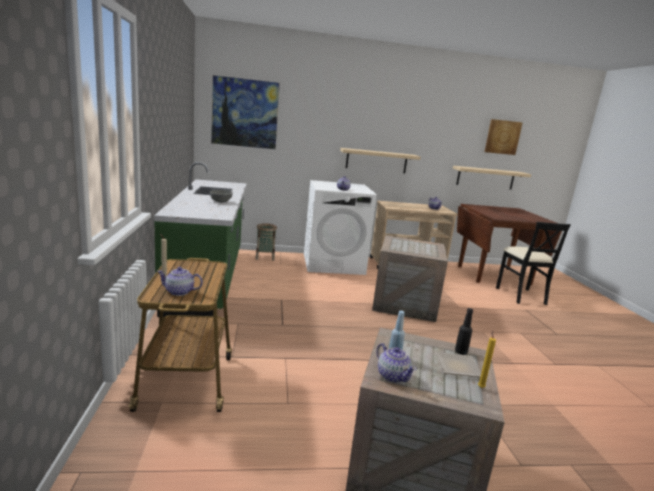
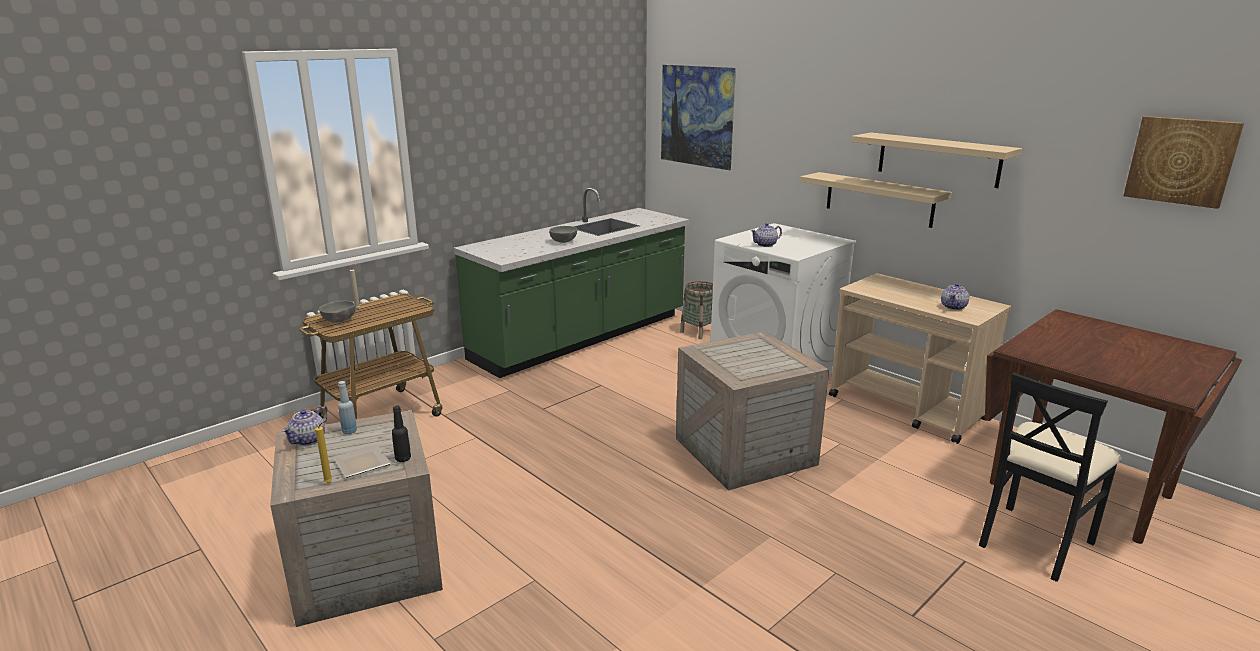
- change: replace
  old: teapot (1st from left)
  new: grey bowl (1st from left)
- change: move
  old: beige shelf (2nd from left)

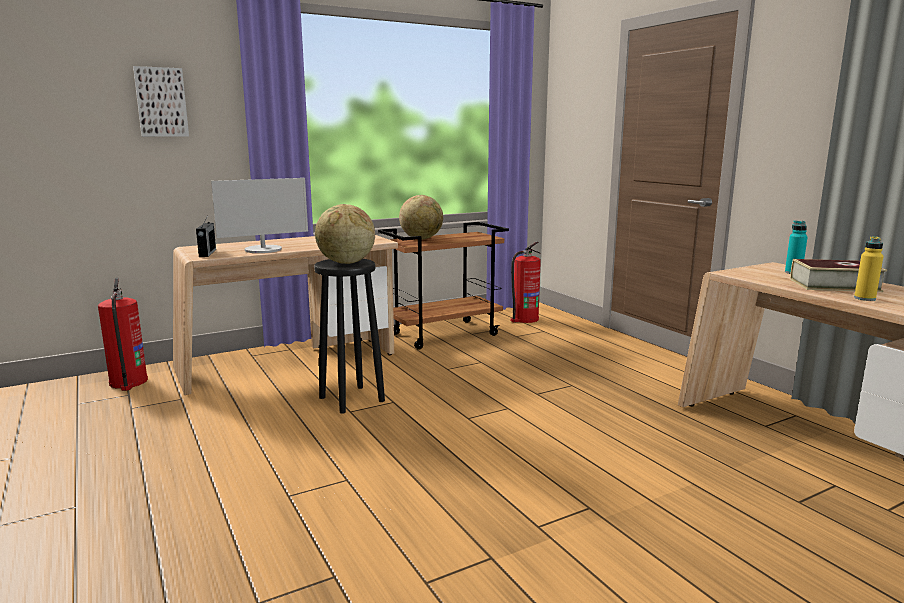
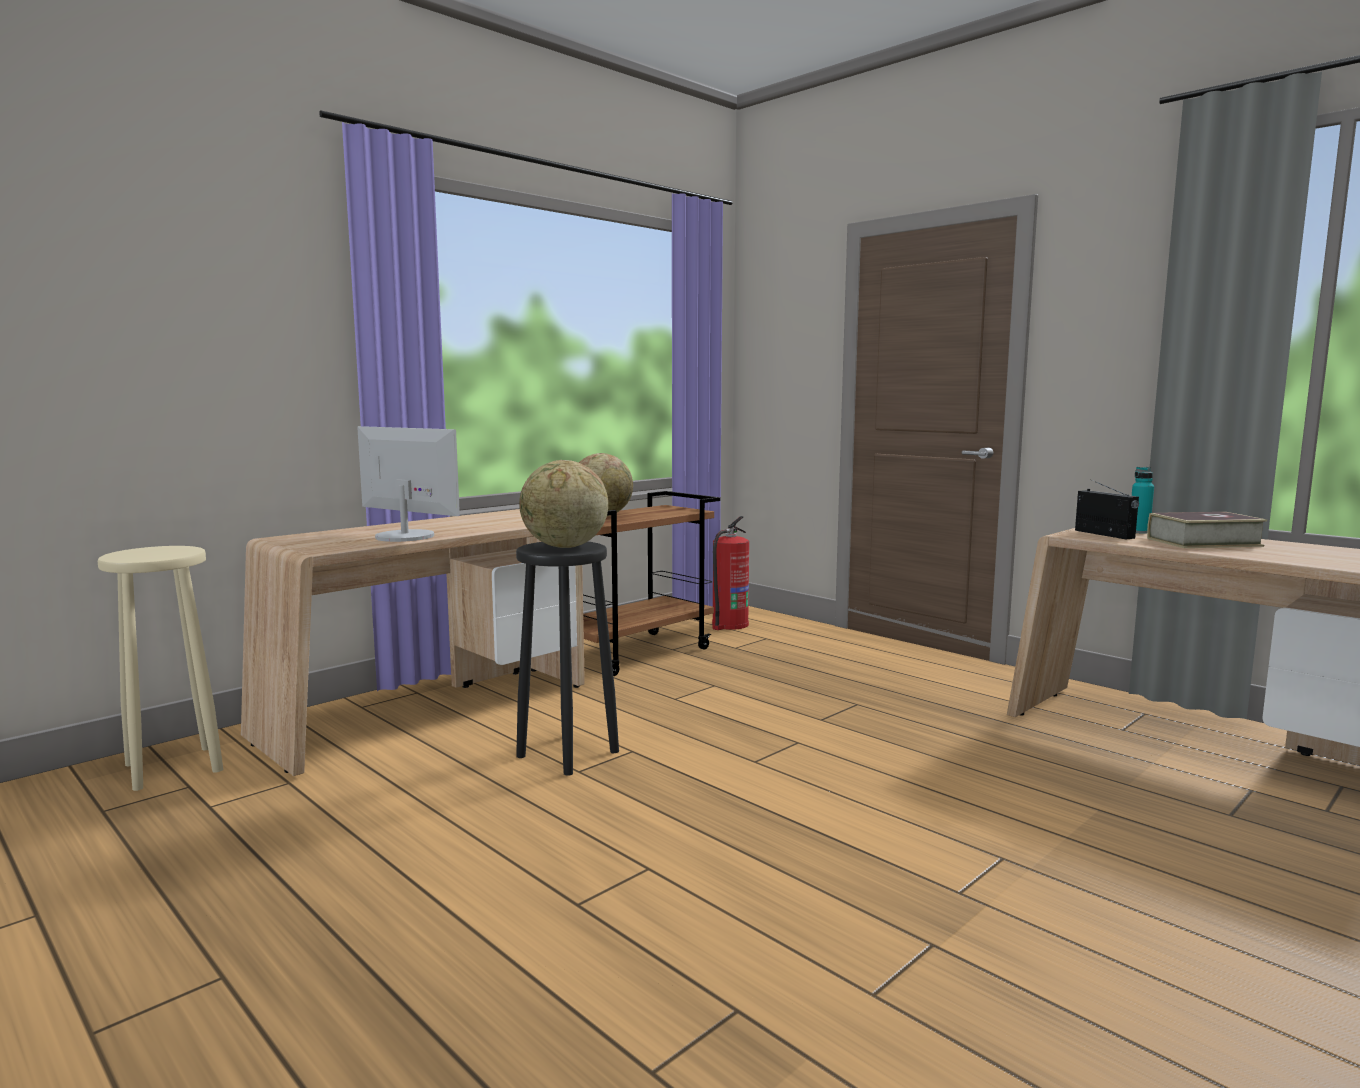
- change: replace
  old: fire extinguisher (1st from left)
  new: beige stool
- change: rotate
  old: monitor
  degrees: -105
- change: move
  old: radio
- change: delete
  old: picture
- change: delete
  old: yellow bottle

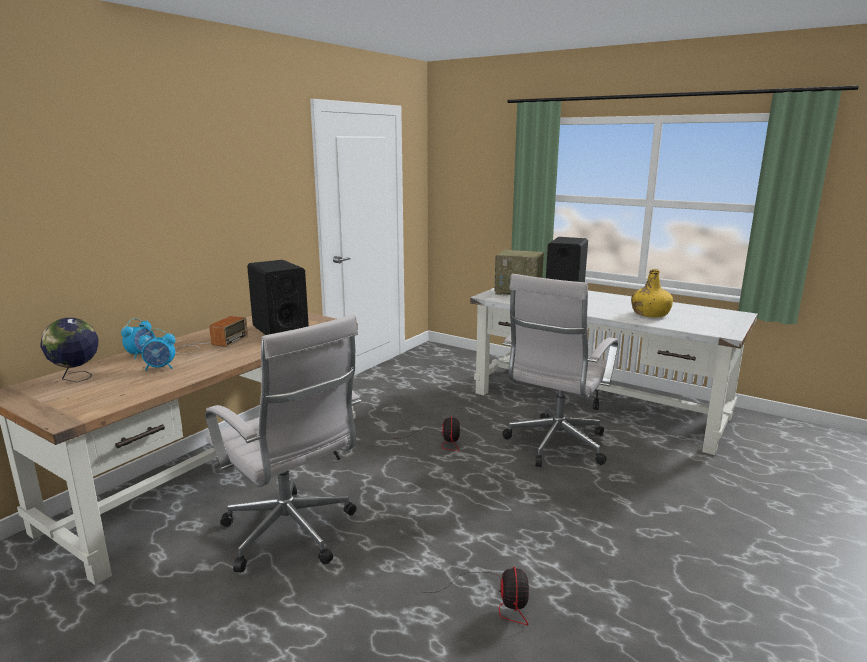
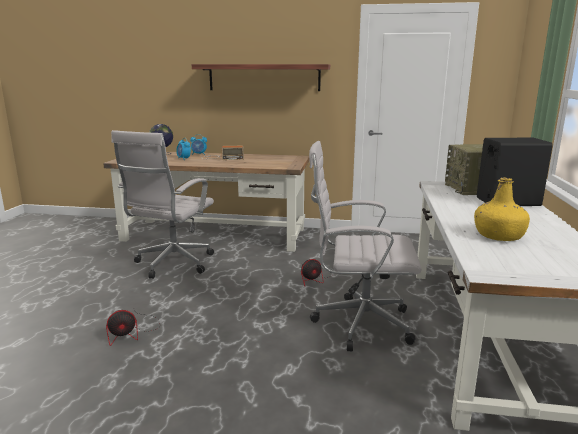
- change: insert
  new: shelf
- change: delete
  old: black speaker (1st from left)

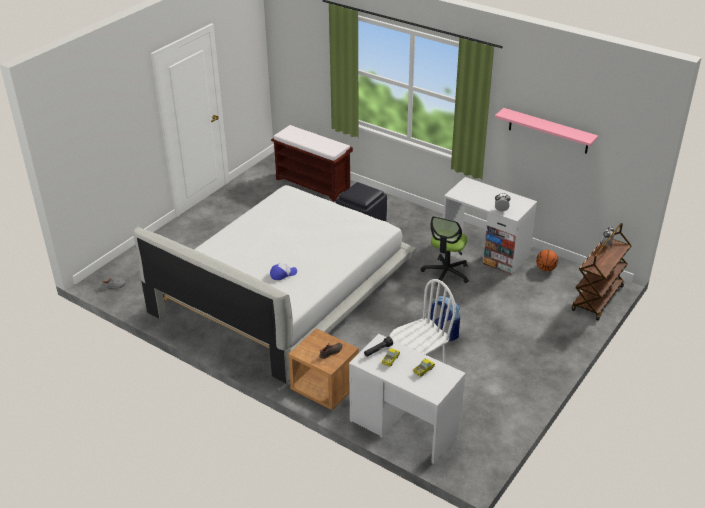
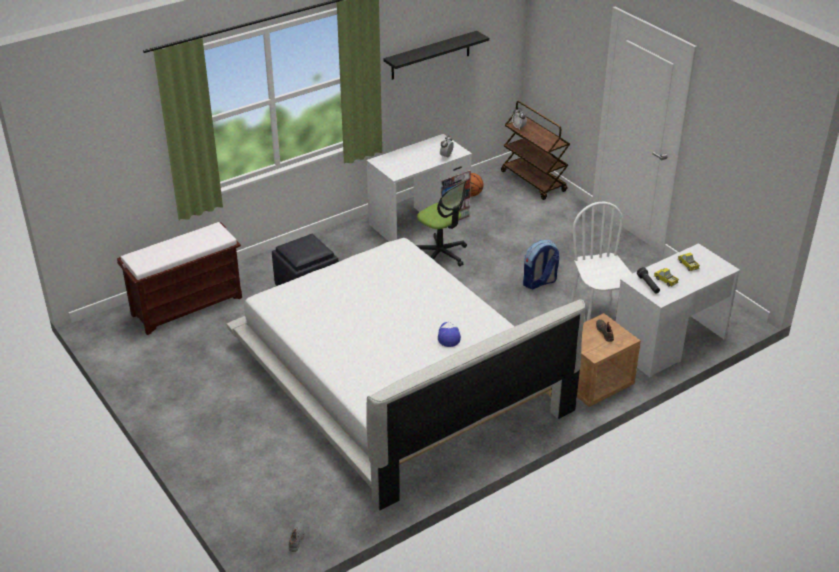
- change: recolor
  old: pink shelf
  new: black shelf

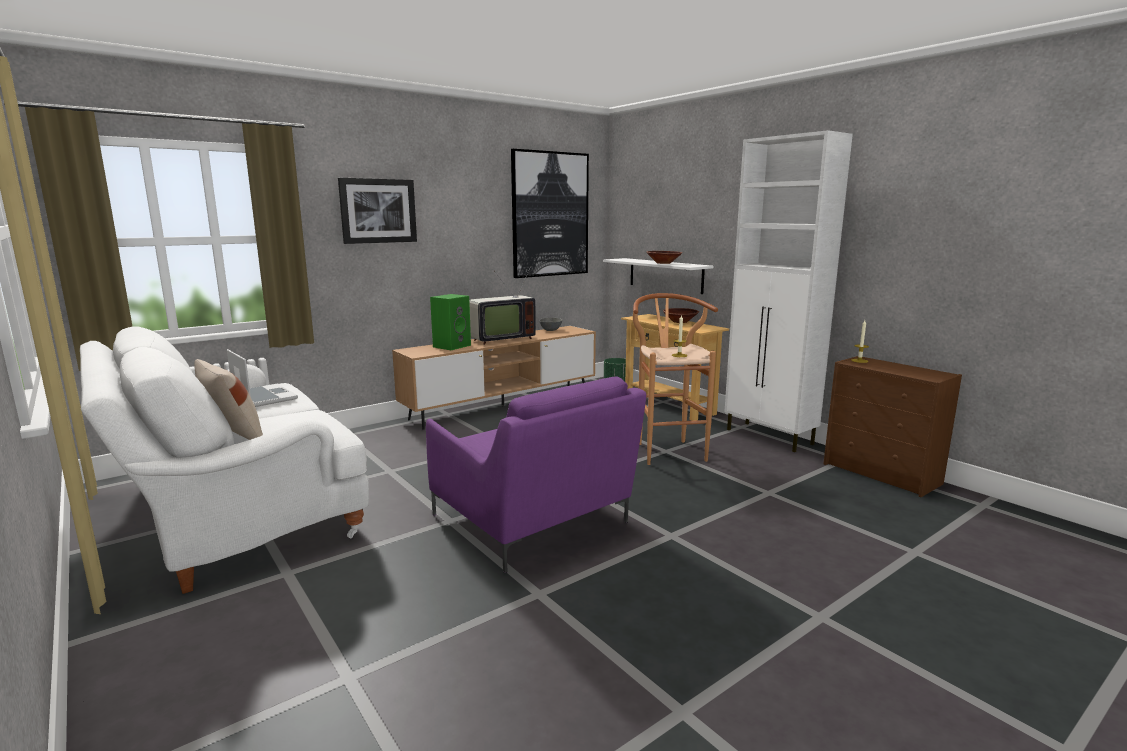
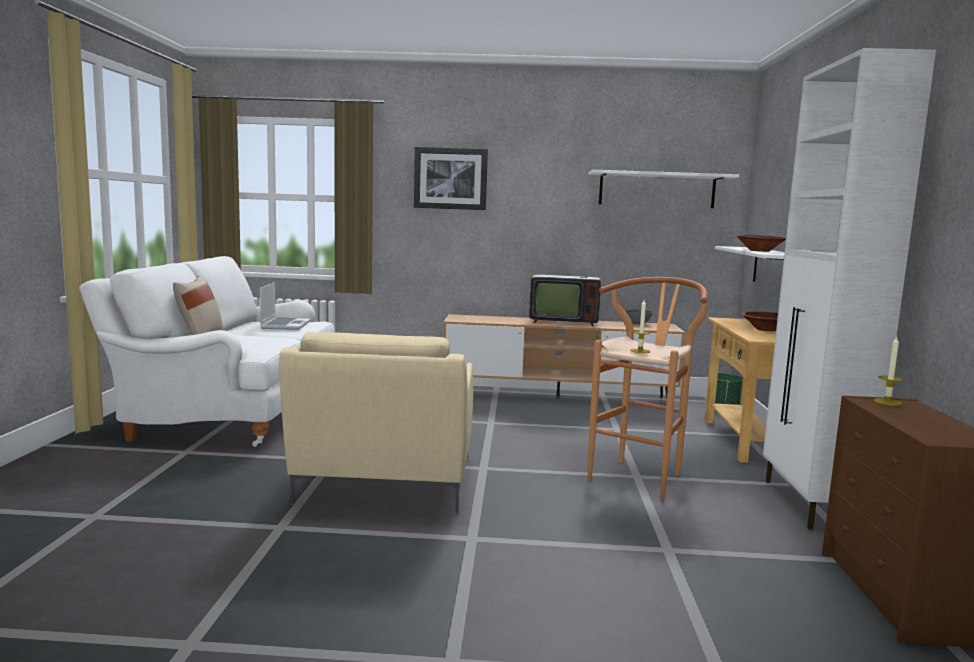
- change: recolor
  old: purple armchair
  new: beige armchair
- change: replace
  old: picture (2nd from left)
  new: white shelf (1st from left)
- change: delete
  old: green speaker

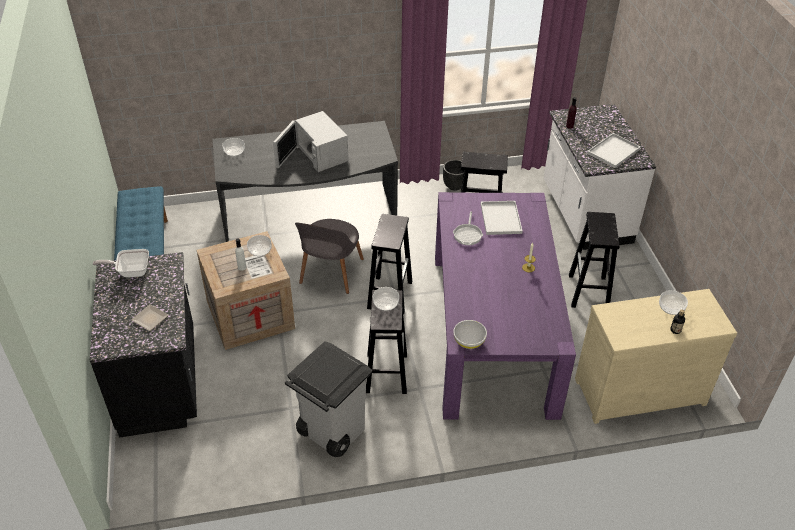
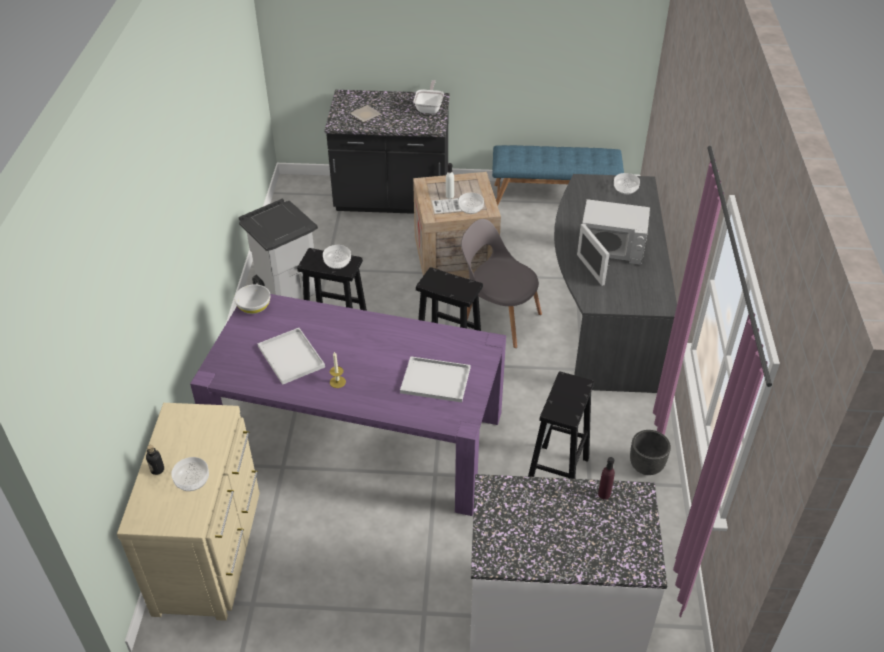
- change: move
  old: white tray (2nd from left in the first image)
  new: white tray (1st from left)
- change: rotate
  old: white microwave
  degrees: -150
- change: delete
  old: frying pan (2nd from left)
- change: delete
  old: black stool (4th from left)

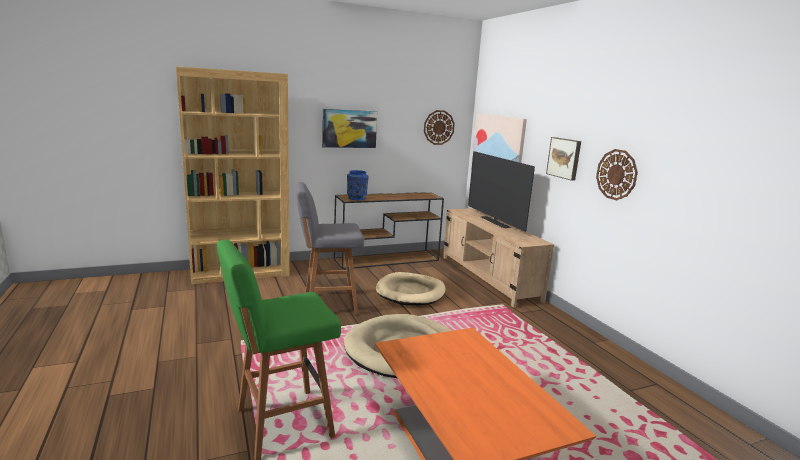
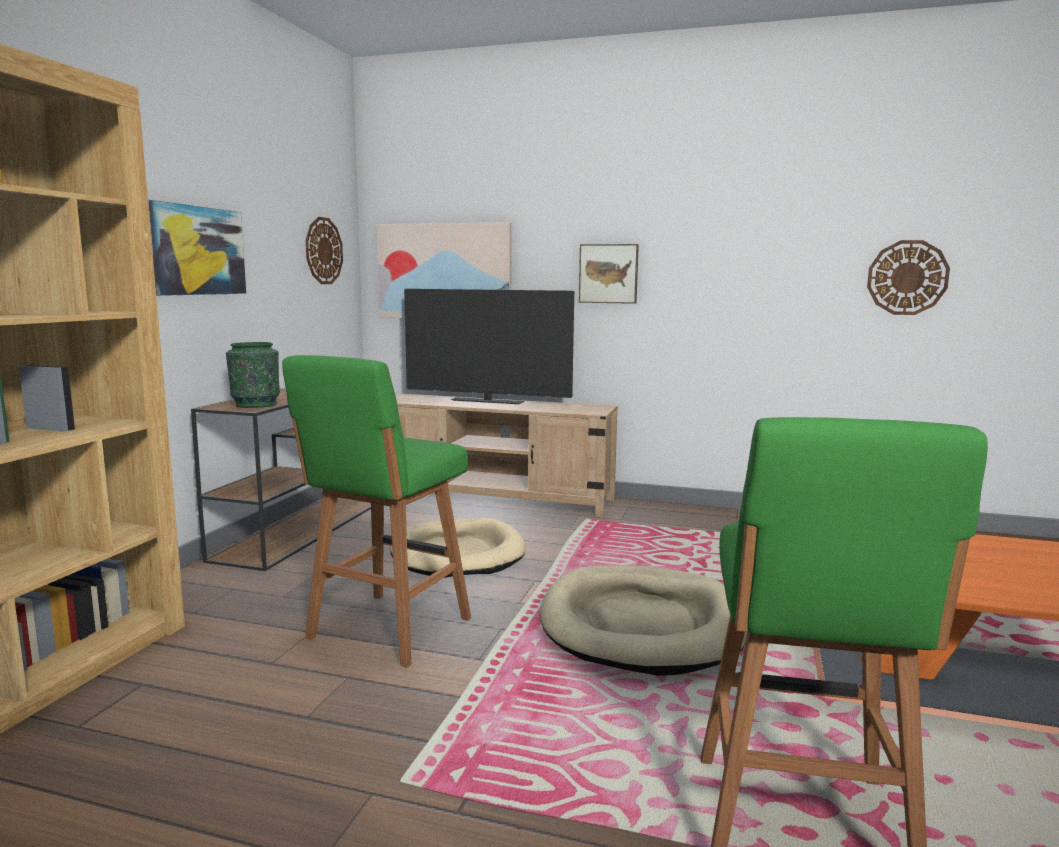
- change: recolor
  old: blue vase
  new: green vase
- change: recolor
  old: grey stool
  new: green stool (1st from left)
- change: move
  old: wall clock (2nd from left)

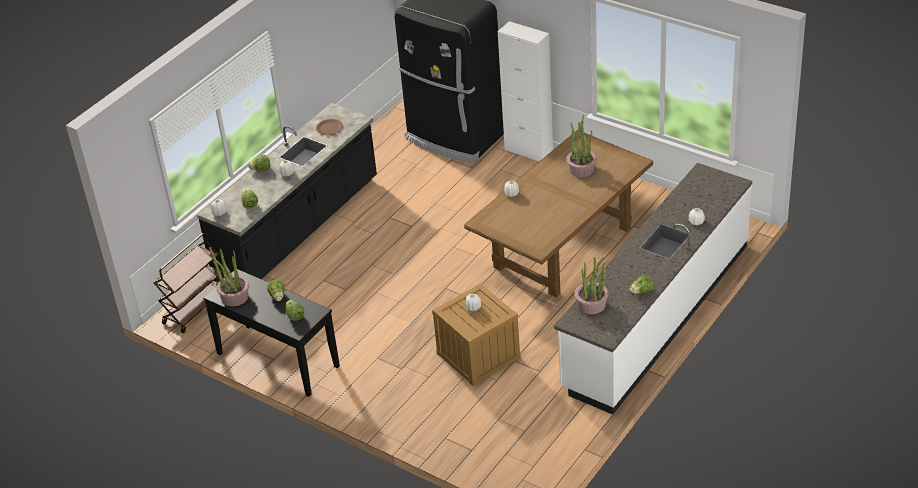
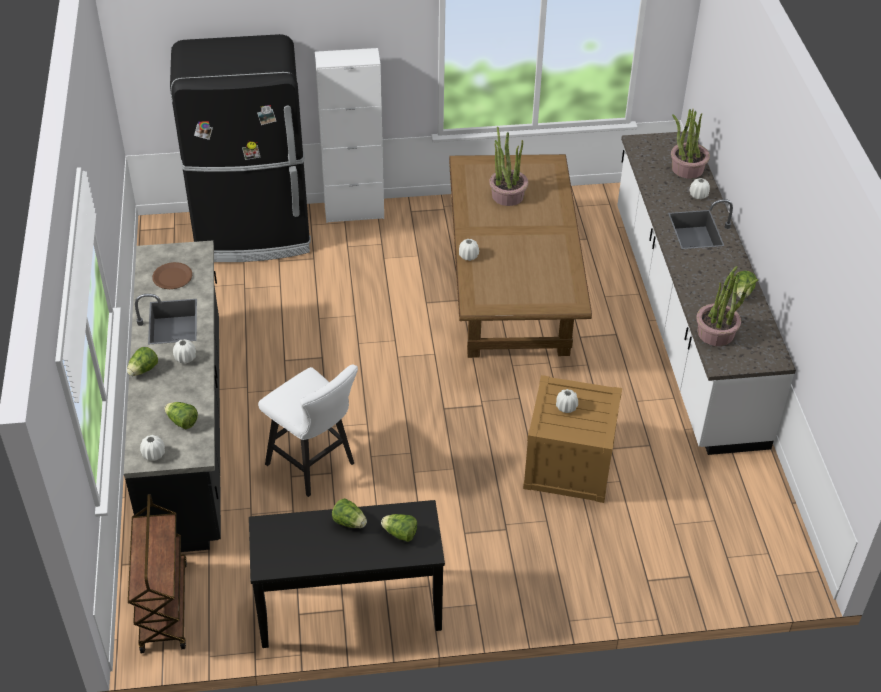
- change: insert
  new: white stool
- change: move
  old: potted plant (1st from left in the first image)
  new: potted plant (2nd from left)

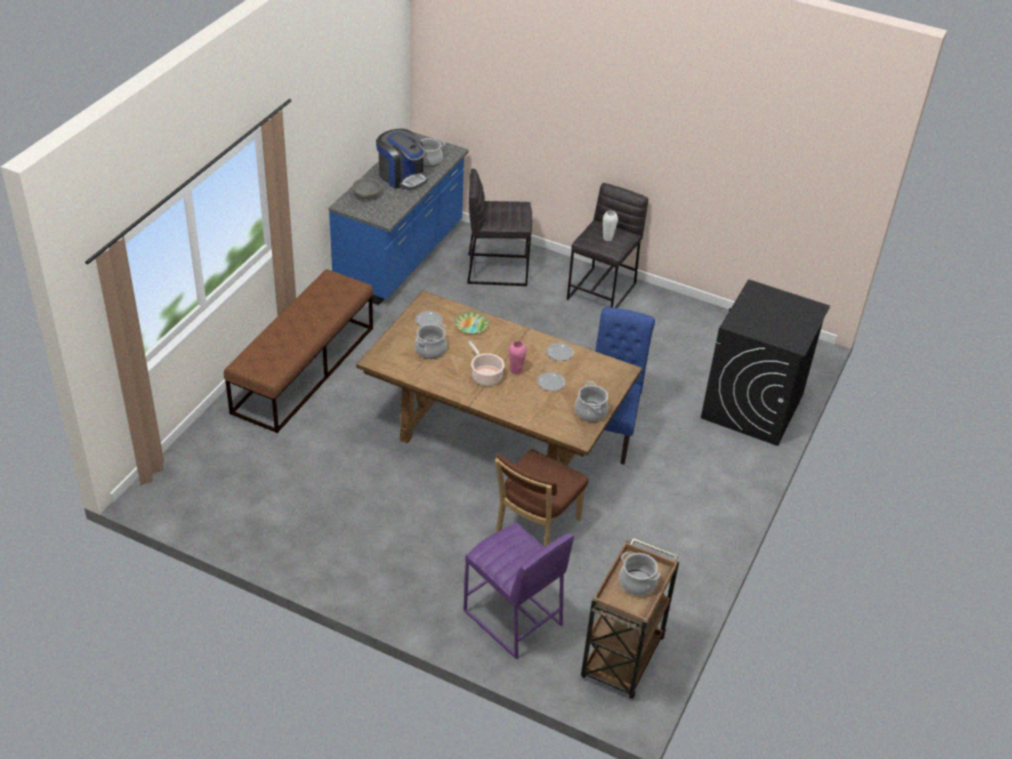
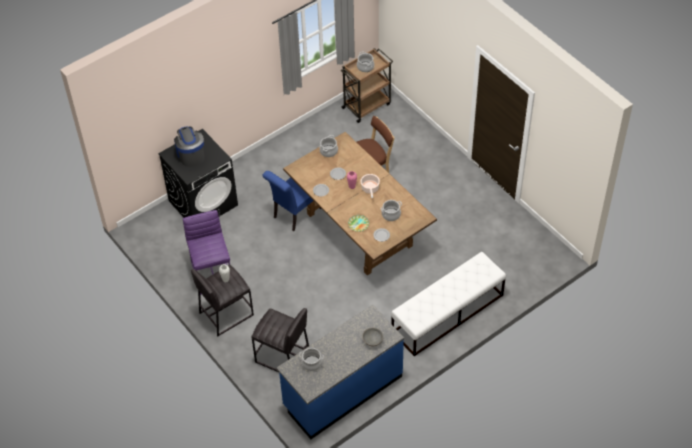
- change: move
  old: coffee machine
- change: move
  old: purple stool
- change: recolor
  old: brown bench
  new: white bench

